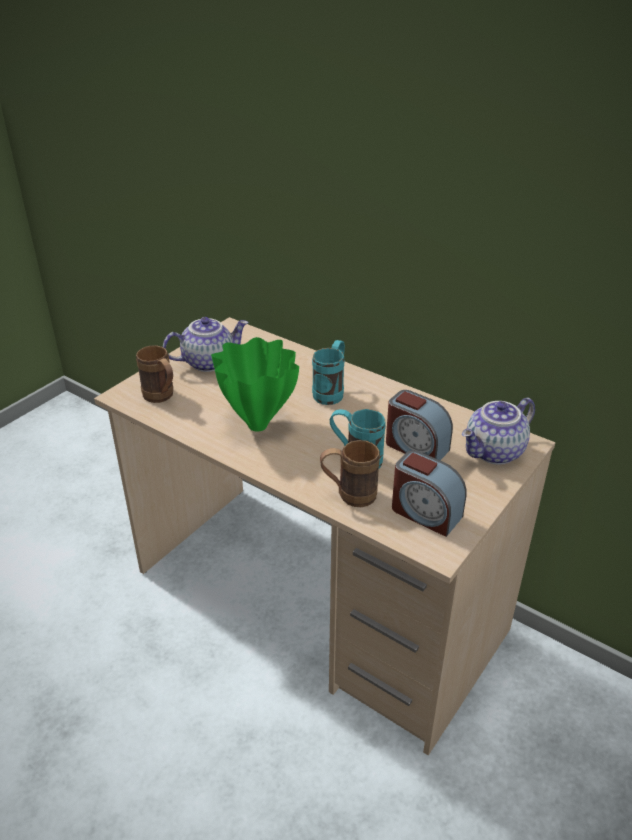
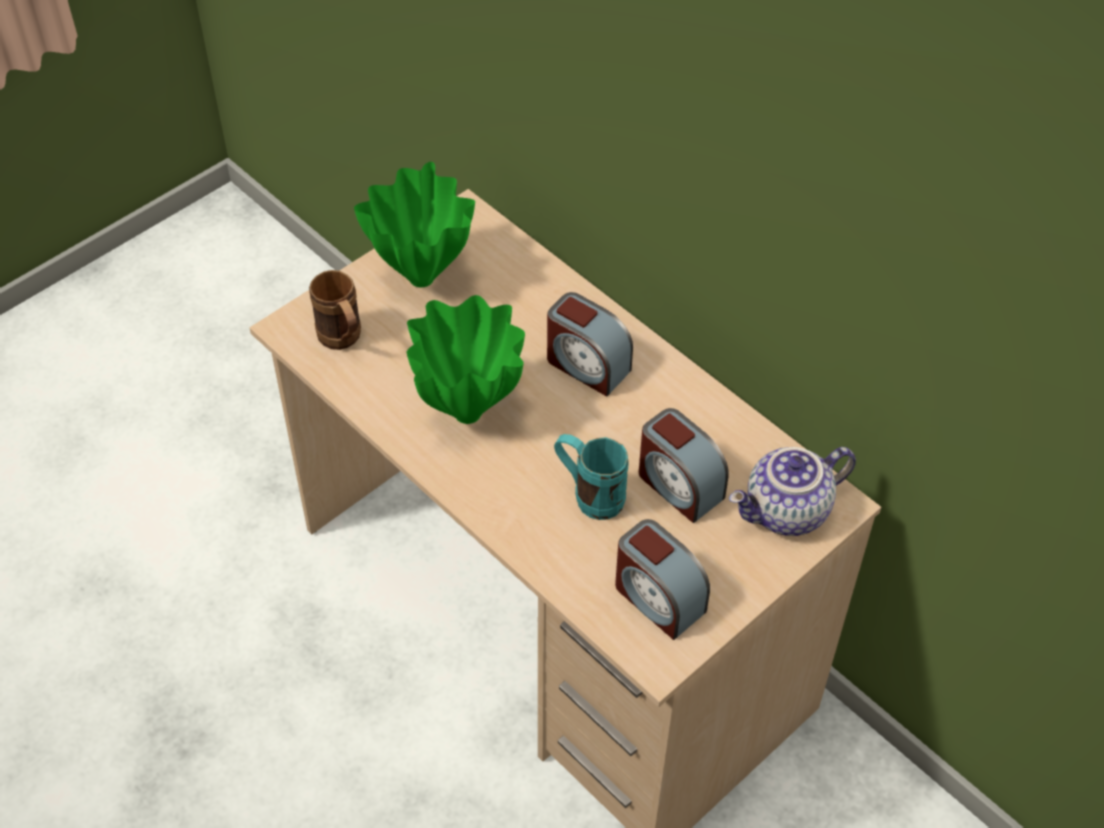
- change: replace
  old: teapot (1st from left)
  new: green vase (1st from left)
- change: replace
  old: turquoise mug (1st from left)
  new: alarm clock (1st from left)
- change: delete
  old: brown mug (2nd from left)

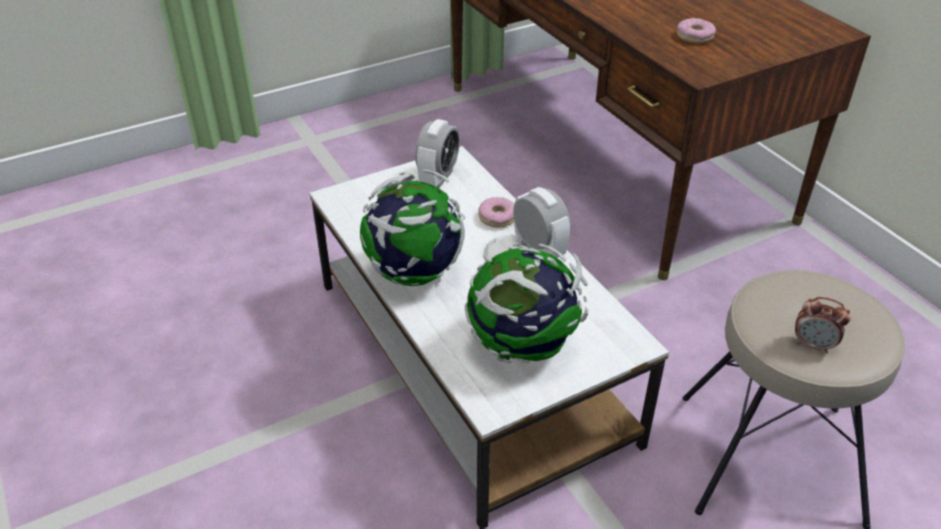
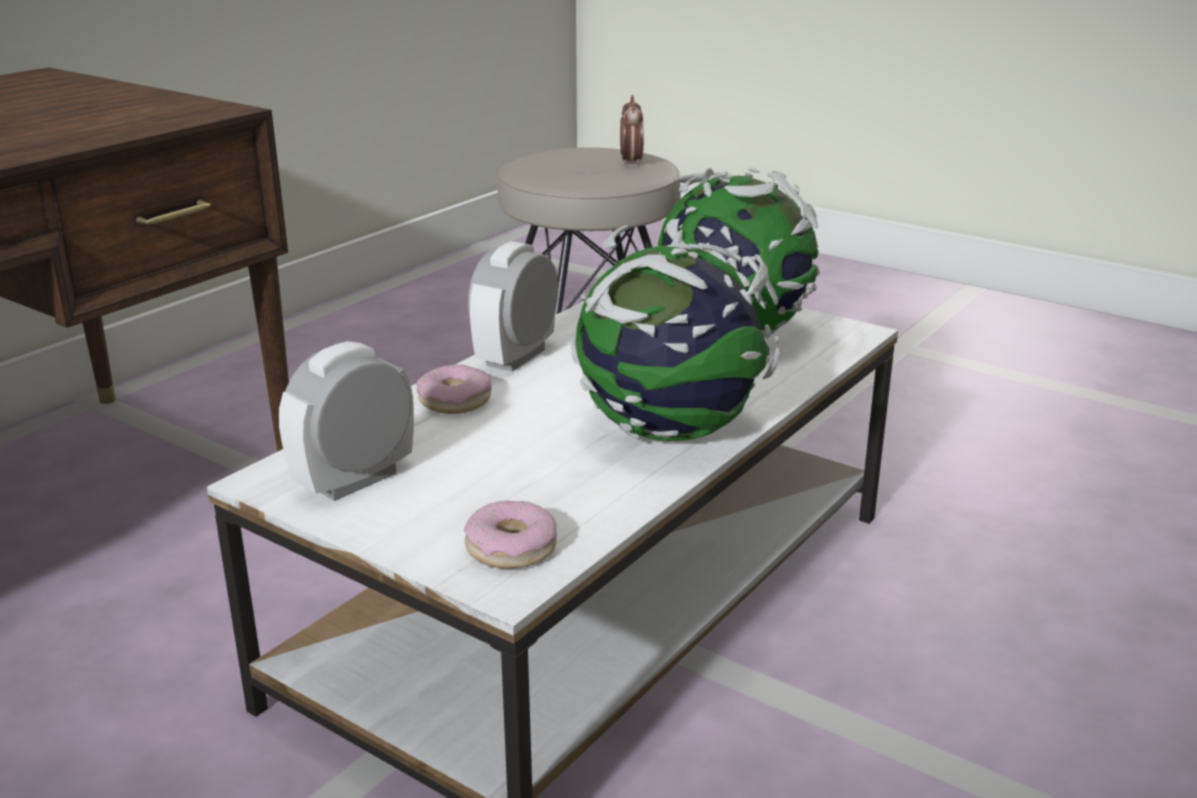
- change: rotate
  old: alarm clock (1st from left)
  degrees: -45
- change: move
  old: donut (2nd from left)

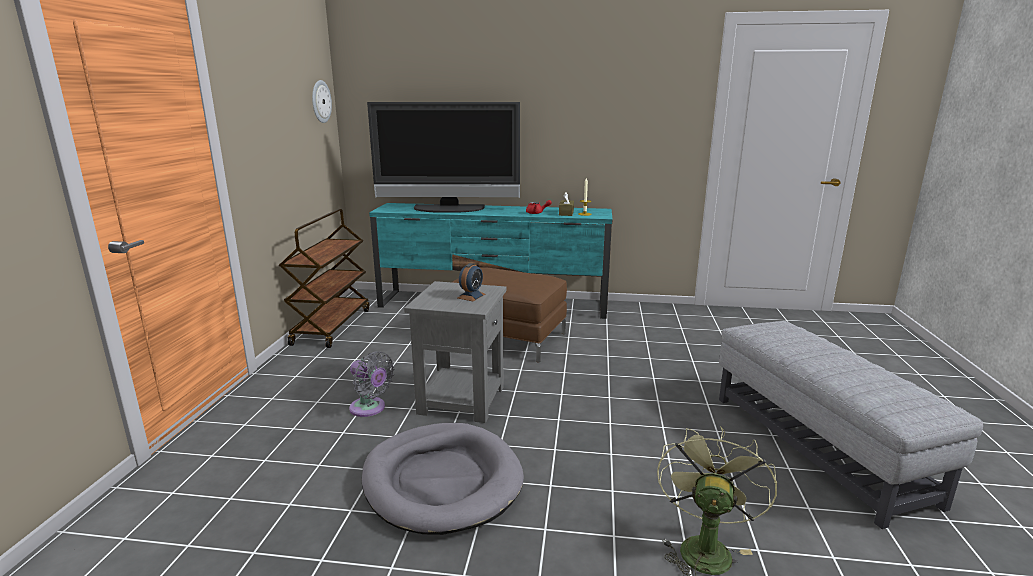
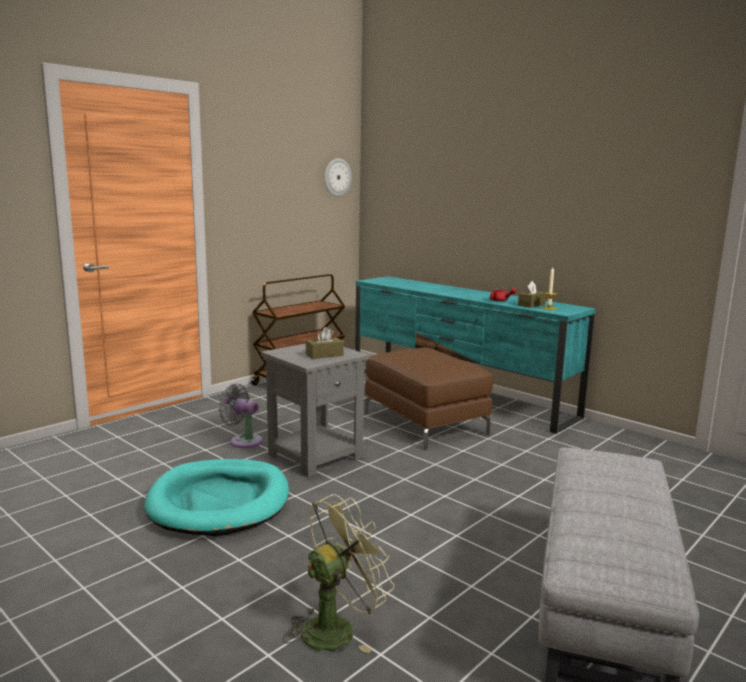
- change: recolor
  old: grey dog bed
  new: turquoise dog bed
- change: rotate
  old: grey fan
  degrees: 135
- change: replace
  old: alarm clock
  new: brown tissue box (1st from left)
- change: delete
  old: television

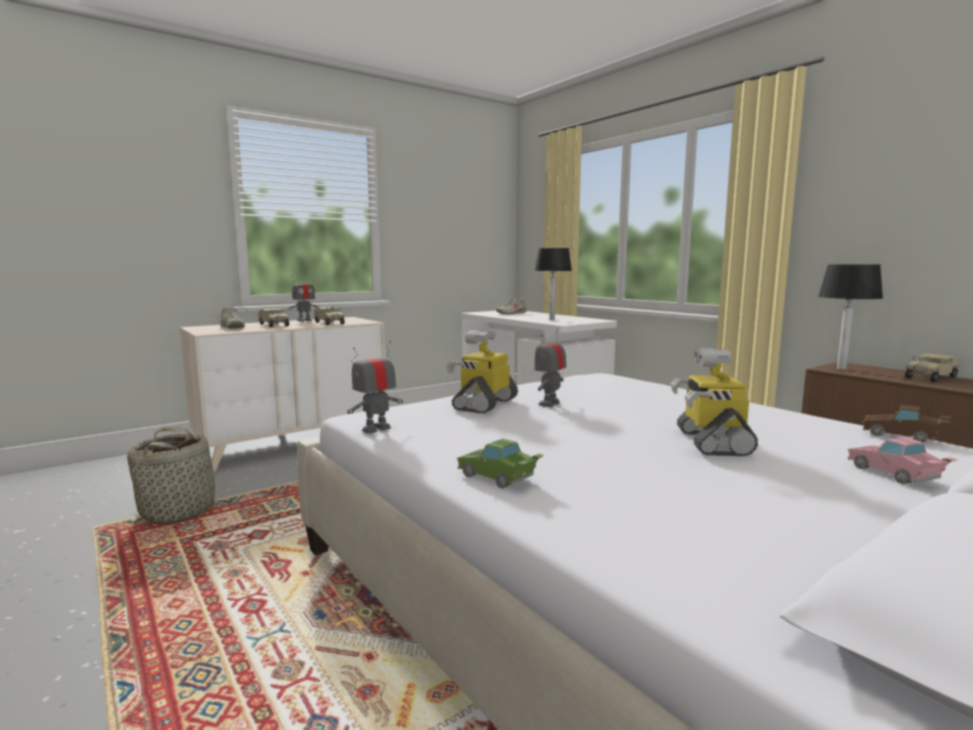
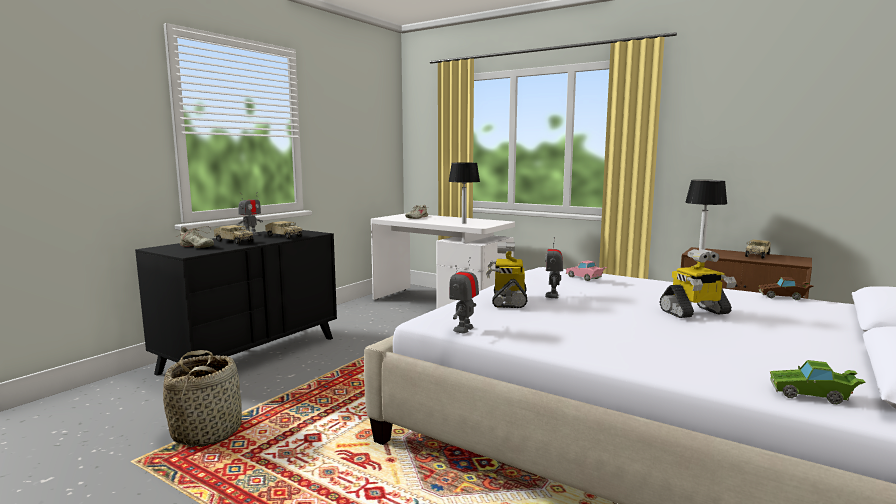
- change: recolor
  old: beige dresser
  new: black dresser
- change: move
  old: pink toy car
- change: rotate
  old: toy robot (5th from left)
  degrees: -90
- change: move
  old: green toy car

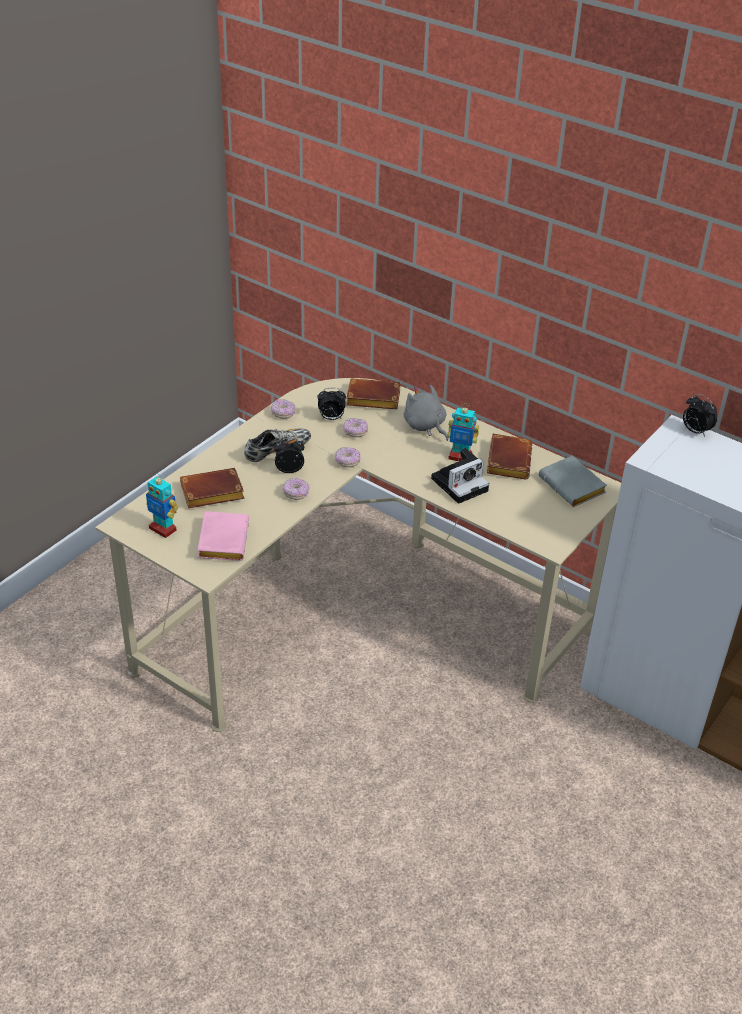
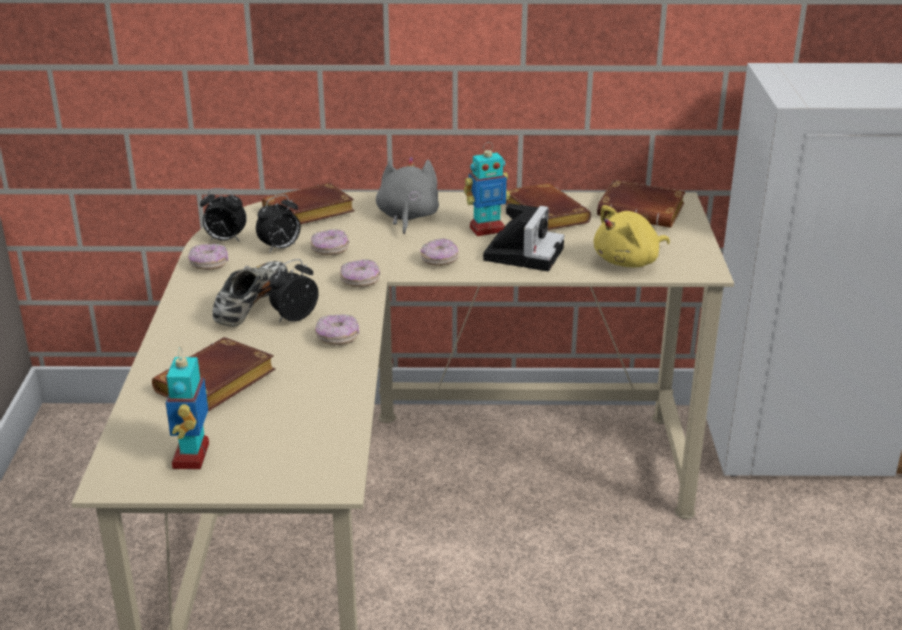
- change: rotate
  old: toy robot (1st from left)
  degrees: 90
- change: move
  old: alarm clock (3rd from left in the first image)
  new: alarm clock (1st from left)
- change: rotate
  old: grey plush toy
  degrees: 75
- change: insert
  new: donut (5th from left)
- change: insert
  new: yellow plush toy
- change: recolor
  old: grey book
  new: brown book (4th from left)
- change: delete
  old: pink book

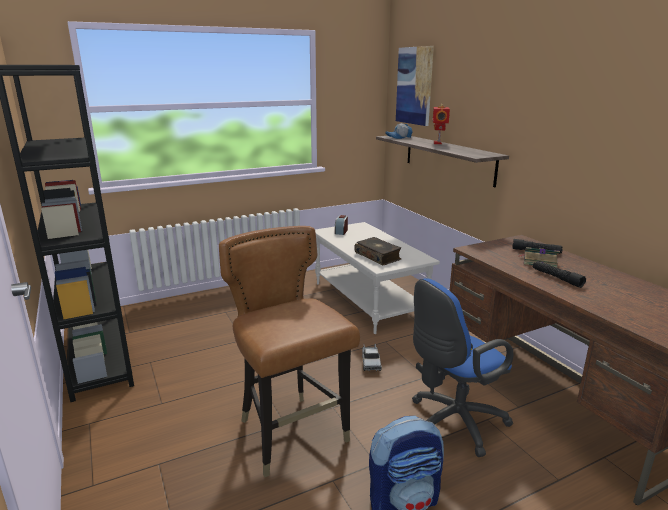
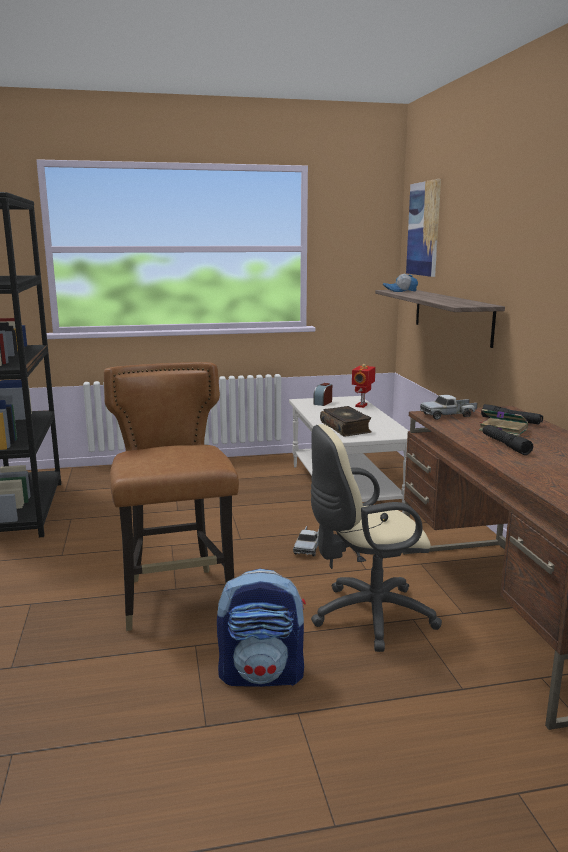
- change: recolor
  old: blue office chair
  new: beige office chair
- change: move
  old: toy robot
- change: insert
  new: toy truck (2nd from left)

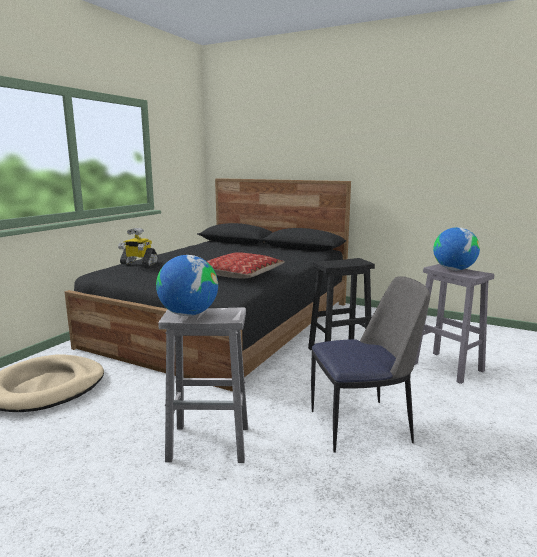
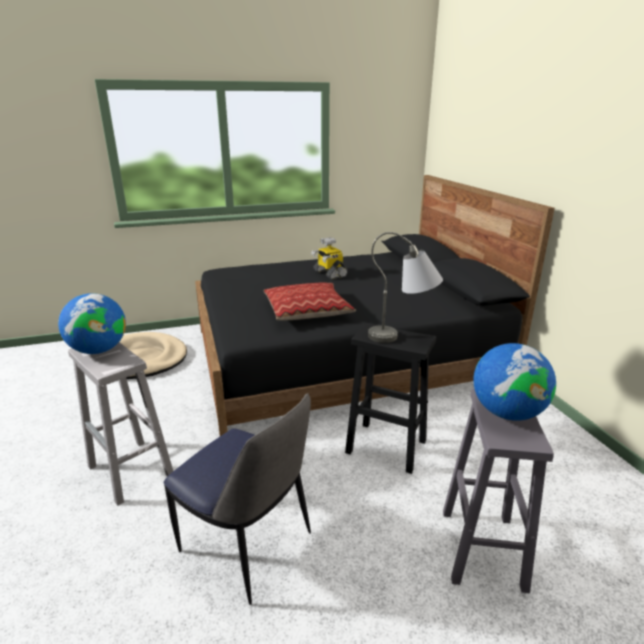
- change: move
  old: toy robot
- change: insert
  new: grey table lamp

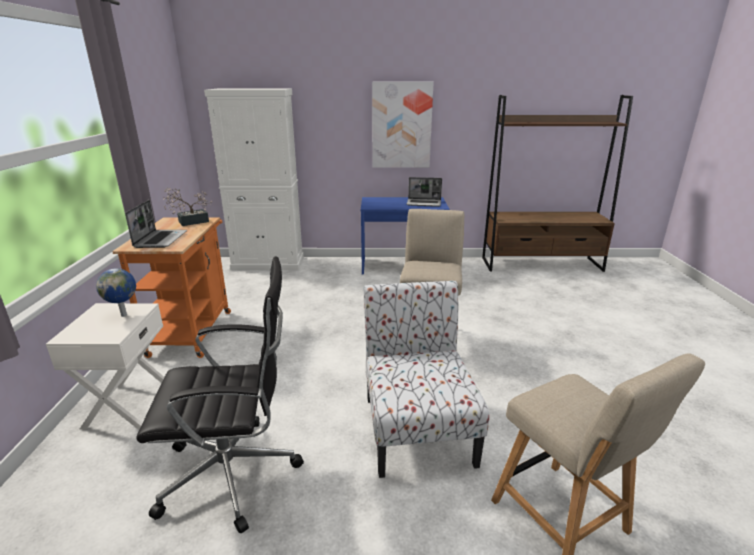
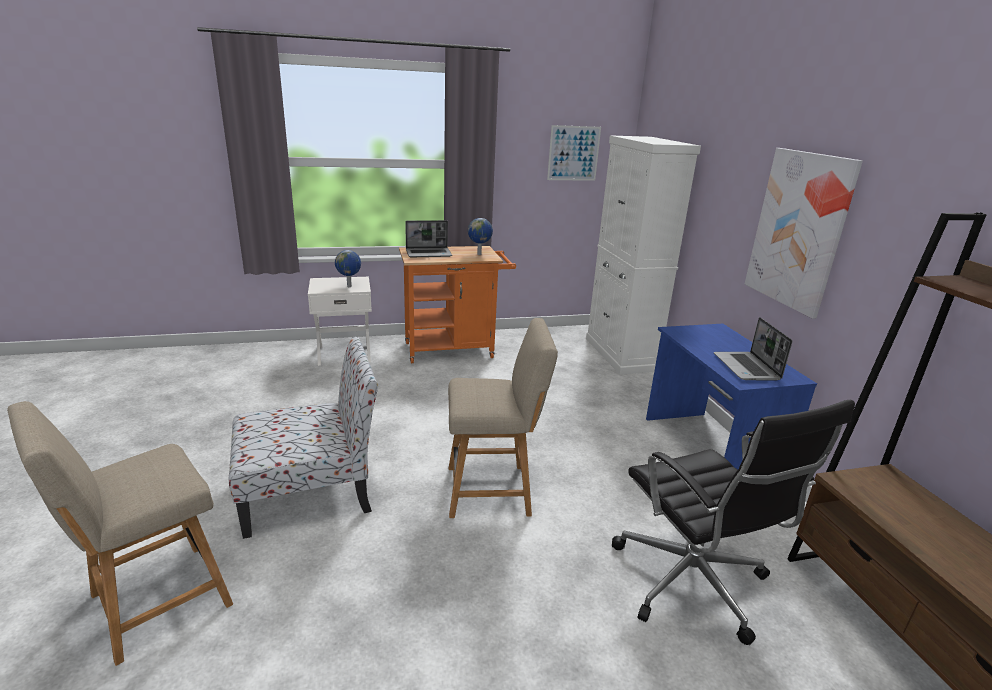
- change: replace
  old: potted plant
  new: globe (2nd from left)
- change: insert
  new: picture (1st from left)
- change: move
  old: black office chair

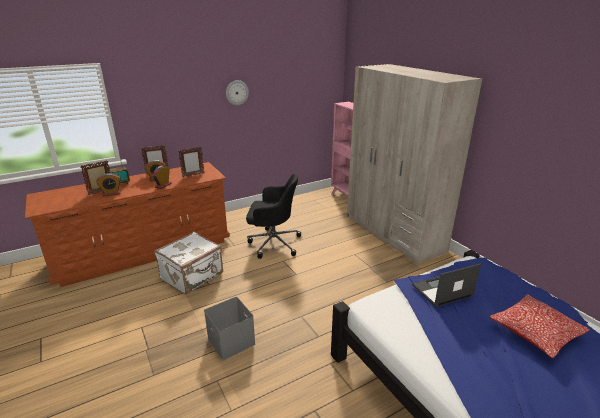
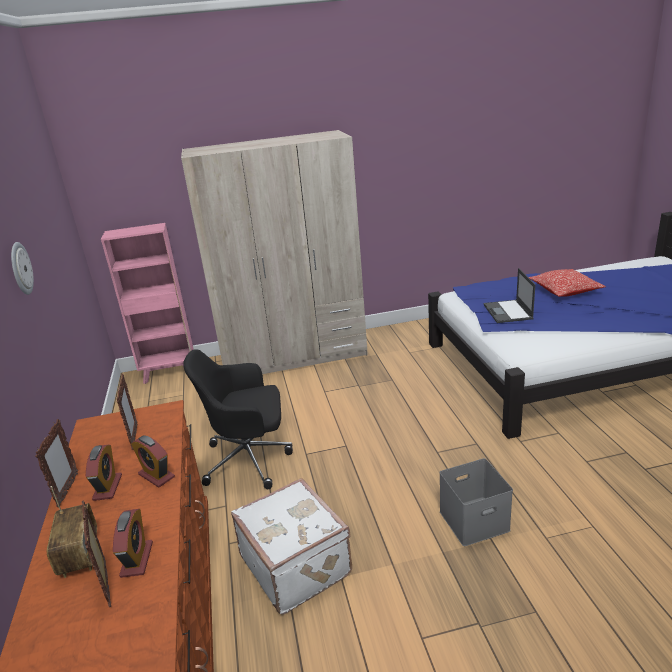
- change: rotate
  old: black office chair
  degrees: -120

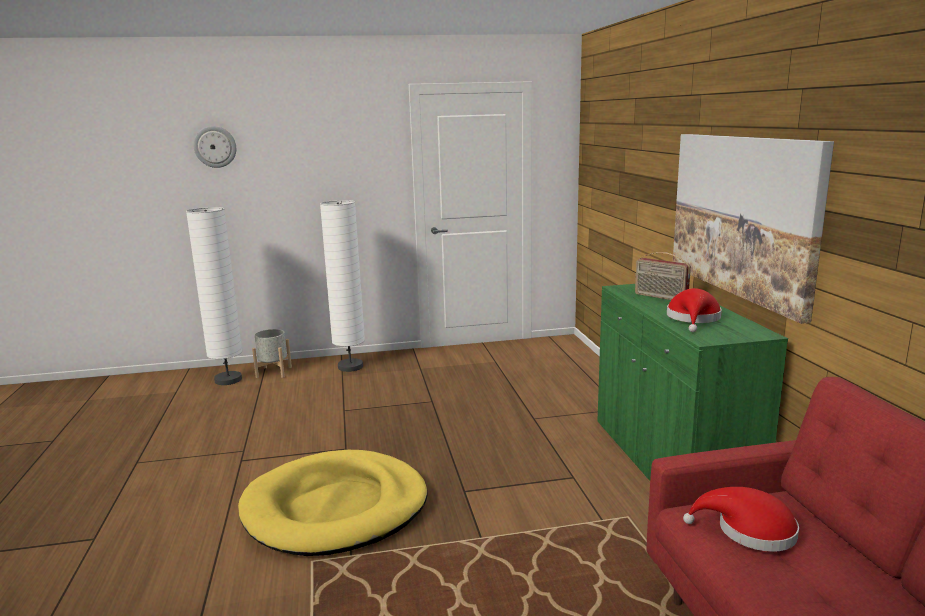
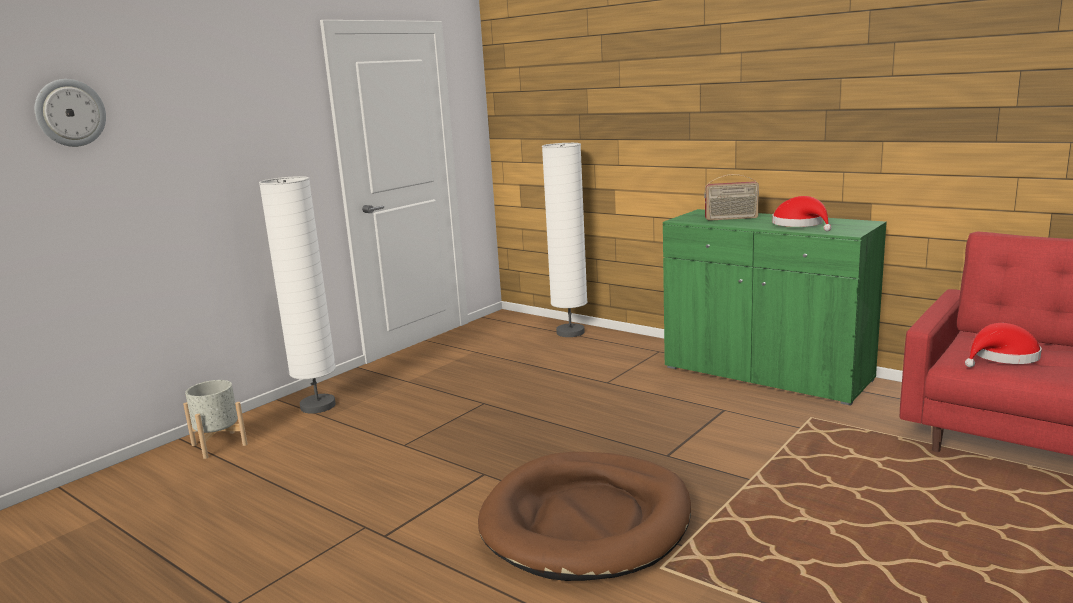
- change: recolor
  old: yellow dog bed
  new: brown dog bed
- change: move
  old: white floor lamp (1st from left in the first image)
  new: white floor lamp (2nd from left)
- change: delete
  old: picture

